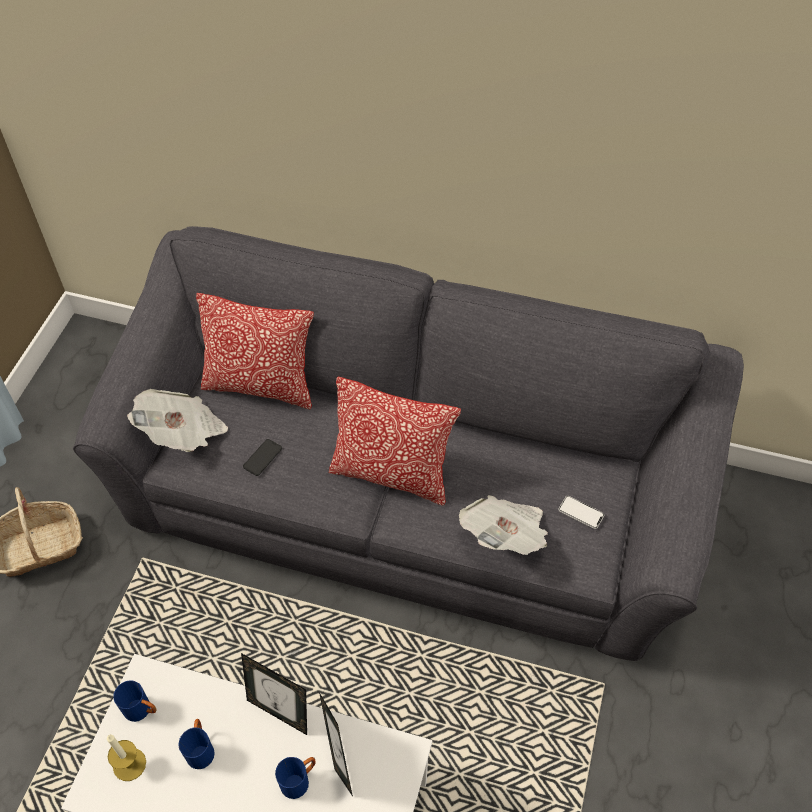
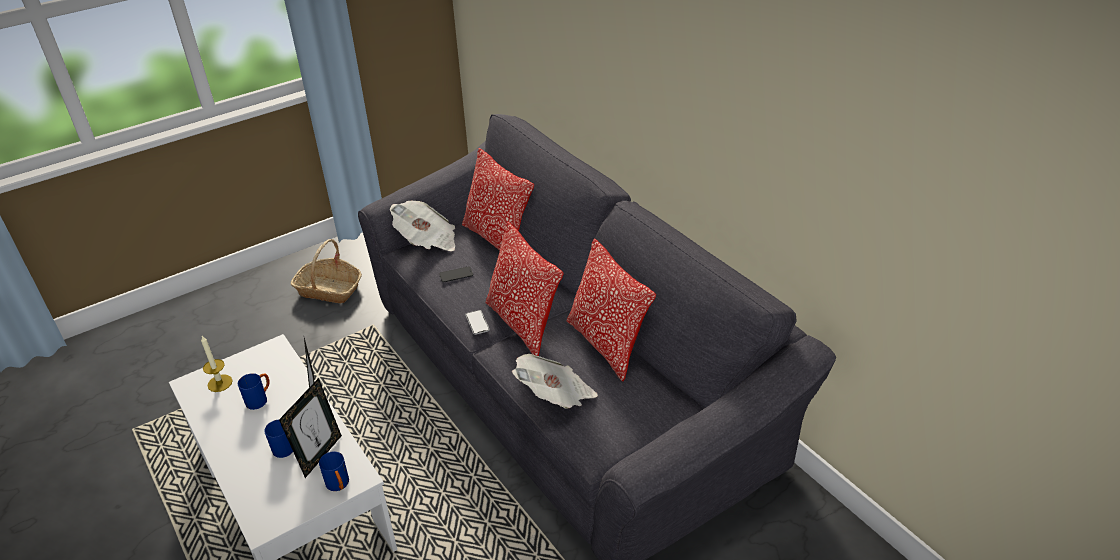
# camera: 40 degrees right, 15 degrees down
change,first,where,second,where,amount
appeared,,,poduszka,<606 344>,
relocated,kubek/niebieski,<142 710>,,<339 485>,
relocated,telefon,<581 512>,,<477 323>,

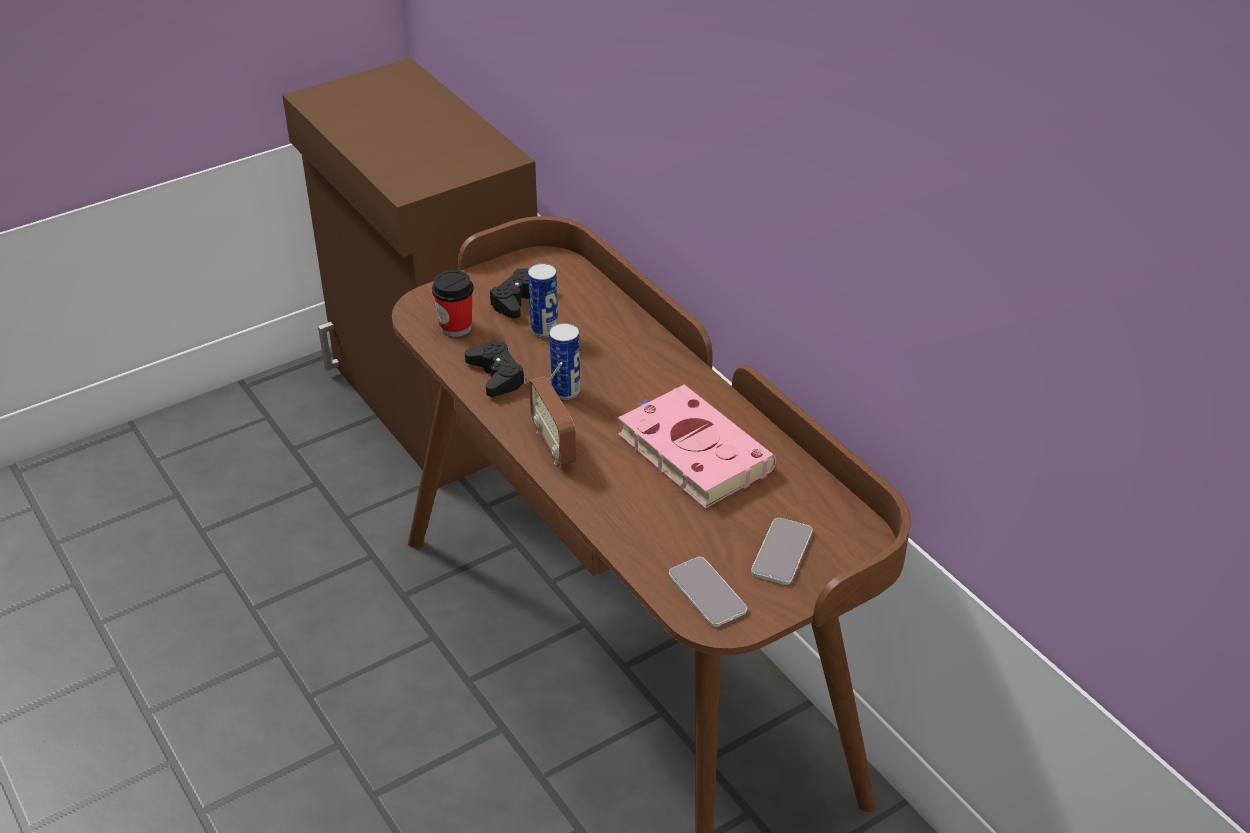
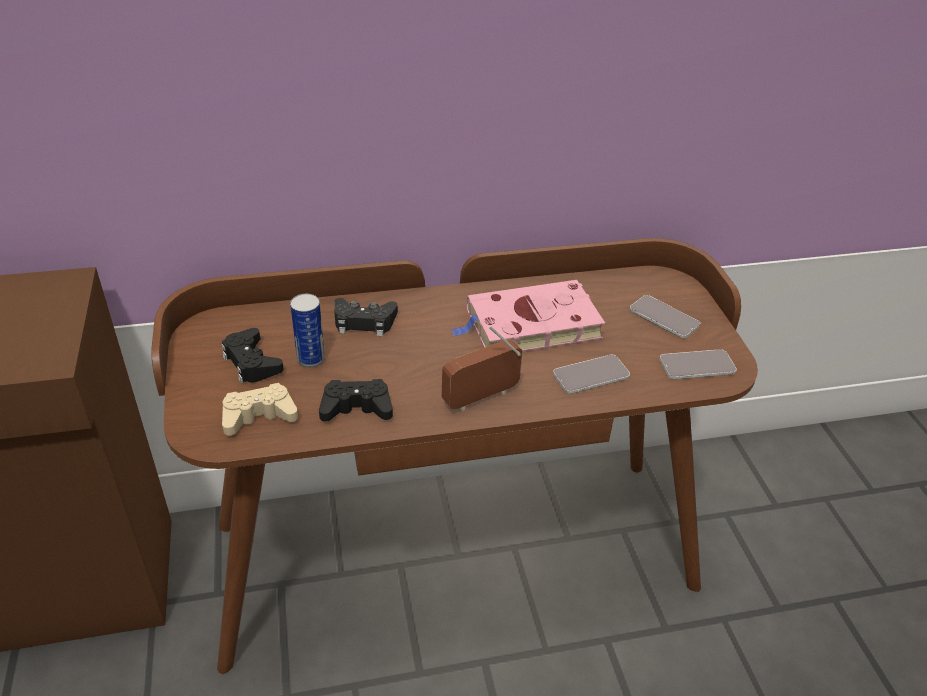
# camera: 70 degrees left, 0 degrees up
change,first,where,second,where,amount
missing,puszka,<566 391>,,,
appeared,,,pad do gier/czarny,<364 322>,
appeared,,,telefon,<591 375>,
exchanged,filiżanka,<456 327>,pad do gier/beżowy,<259 416>,
spun,radio,<554 445>,,<481 398>,150 degrees clockwise

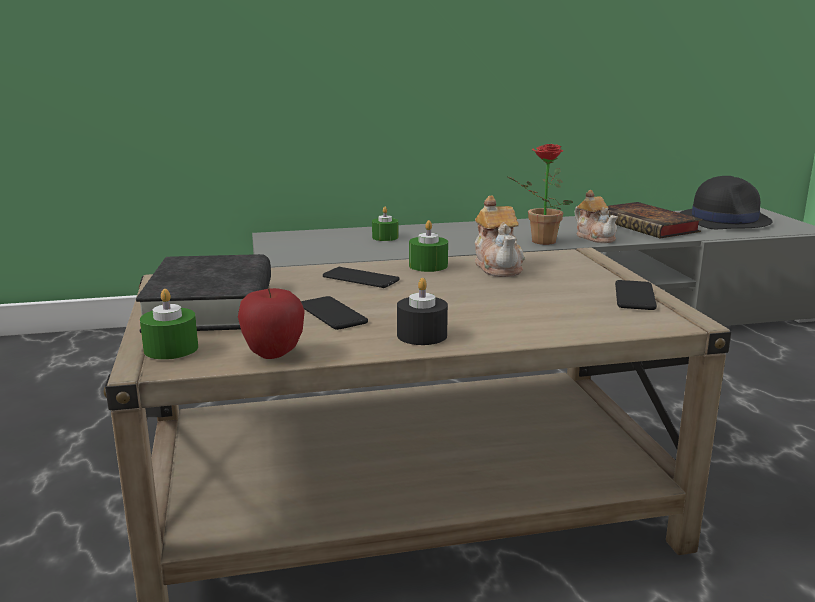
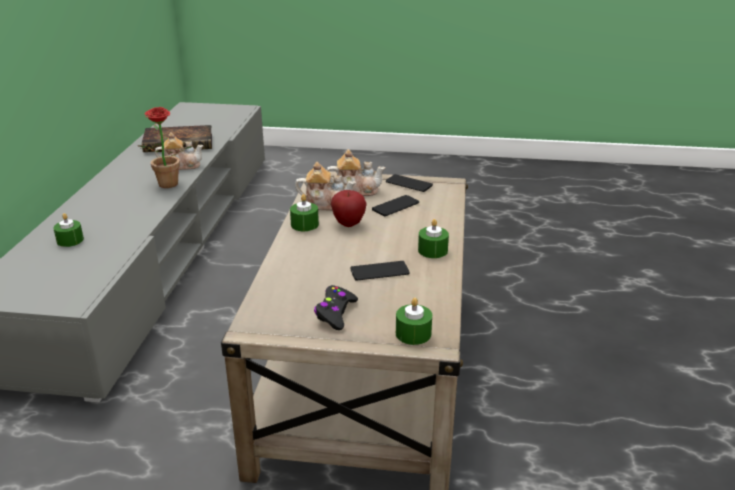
# camera: 70 degrees left, 10 degrees up
change,first,where,second,where,amount
missing,kapelusz/czarny,<724 220>,,,
appeared,,,imbryk,<356 190>,
relocated,jabłko,<273 355>,,<348 224>,
relocated,telefon,<360 278>,,<395 206>,
exchanged,książka/czarny,<211 306>,pad do gier/czarny,<335 313>,
colour,świeca/czarny,<422 335>,świeca/zielony,<432 250>,

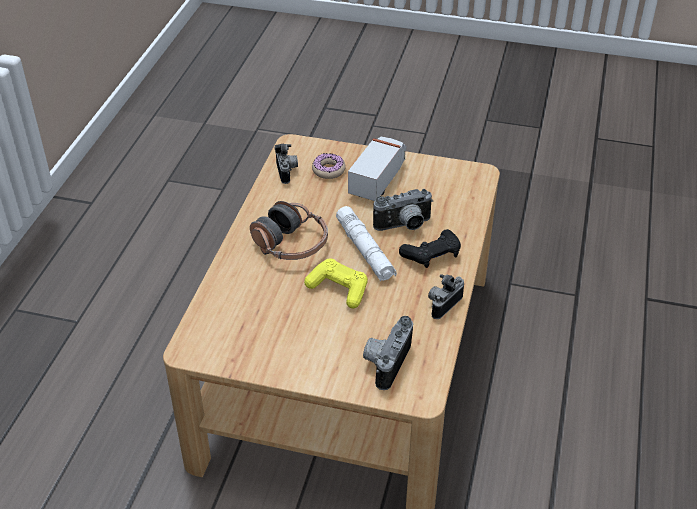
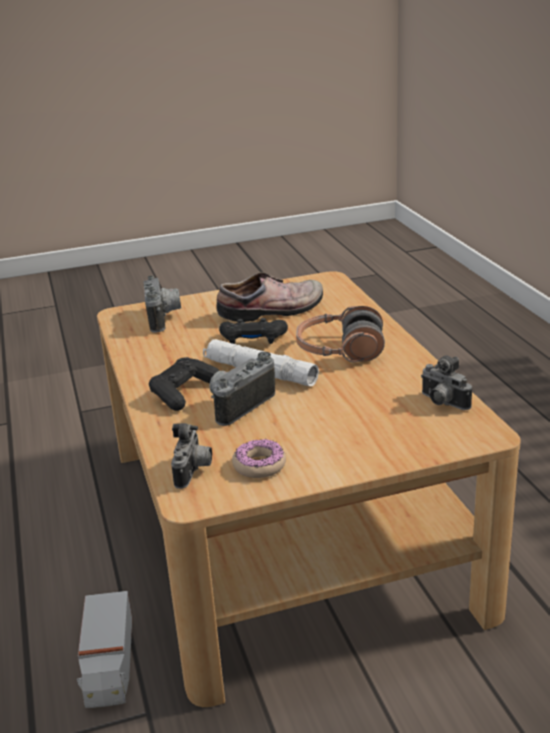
# camera: 150 degrees right, 15 degrees down
change,first,where,second,where,amount
appeared,,,but,<273 311>,
relocated,donut,<328 170>,,<259 465>,
relocated,ciężarówka zabawkowa,<378 179>,,<109 667>,
relocated,aparat fotograficzny,<443 304>,,<194 472>,
colour,pad do gier/żółty,<338 289>,pad do gier/czarny,<253 340>,

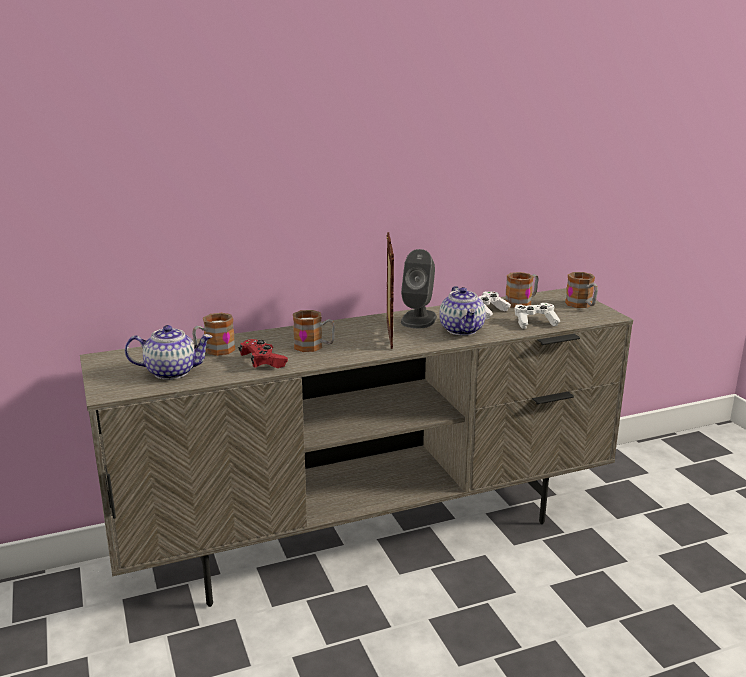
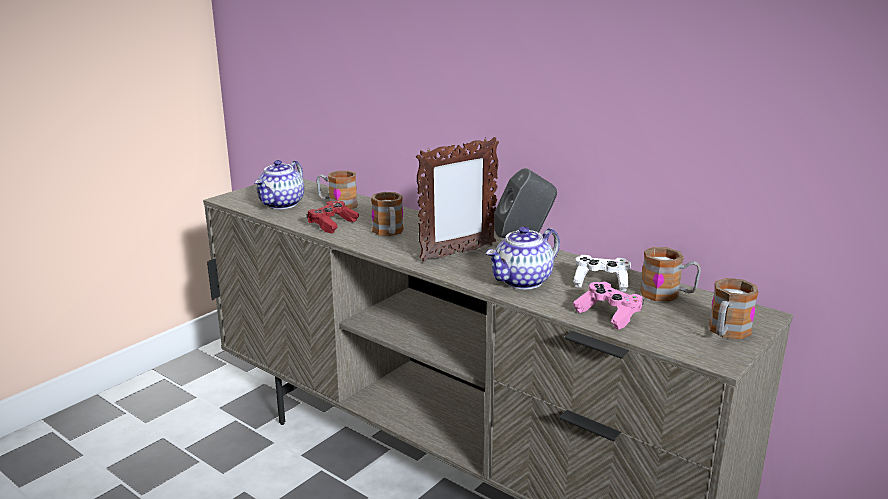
# camera: 60 degrees right, 0 degrees up
change,first,where,second,where,amount
colour,pad do gier/biały,<535 323>,pad do gier/różowy,<608 315>,
spun,imbryk,<172 372>,,<282 204>,60 degrees clockwise

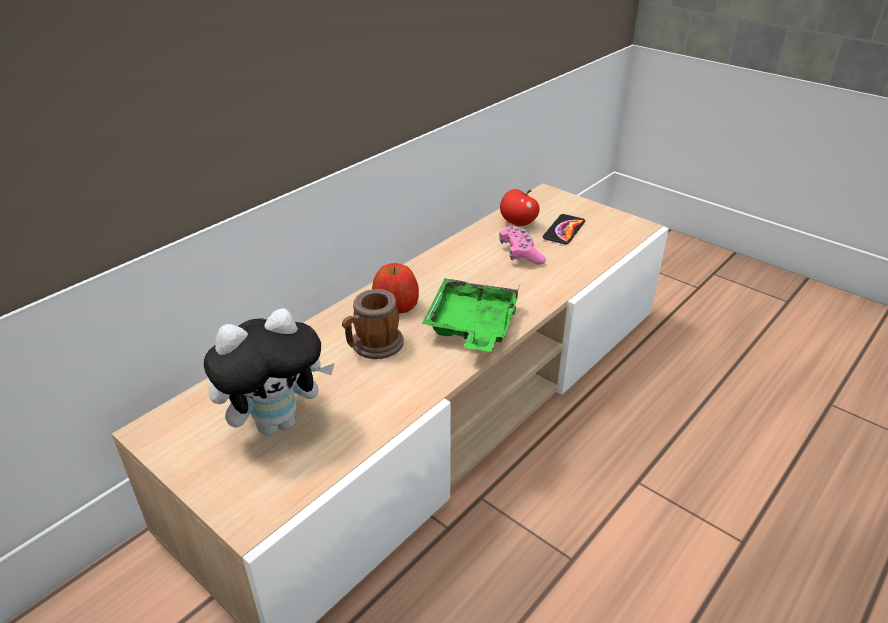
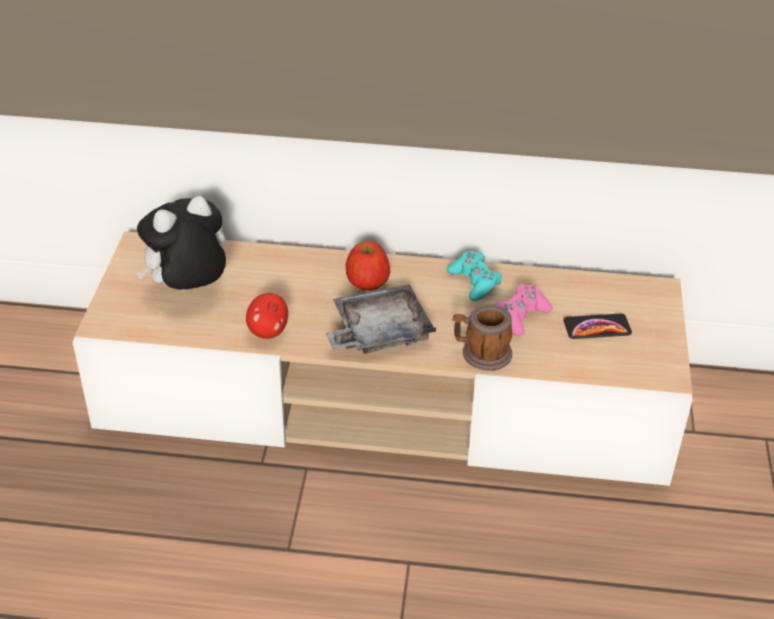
# camera: 55 degrees right, 5 degrees up
change,first,where,second,where,amount
appeared,,,pad do gier/turkusowy,<474 282>,
relocated,kubek,<373 346>,,<481 353>,
relocated,jabłko,<518 223>,,<268 332>,
colour,taca/zielony,<471 326>,taca/szary,<379 332>,
spun,pluszak,<277 422>,,<189 290>,120 degrees clockwise

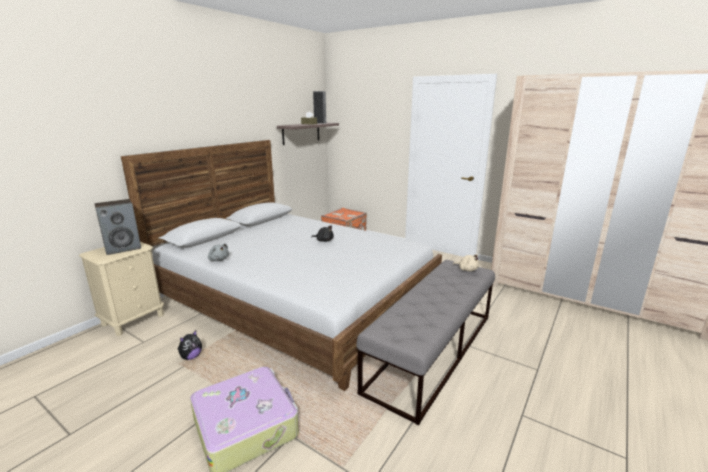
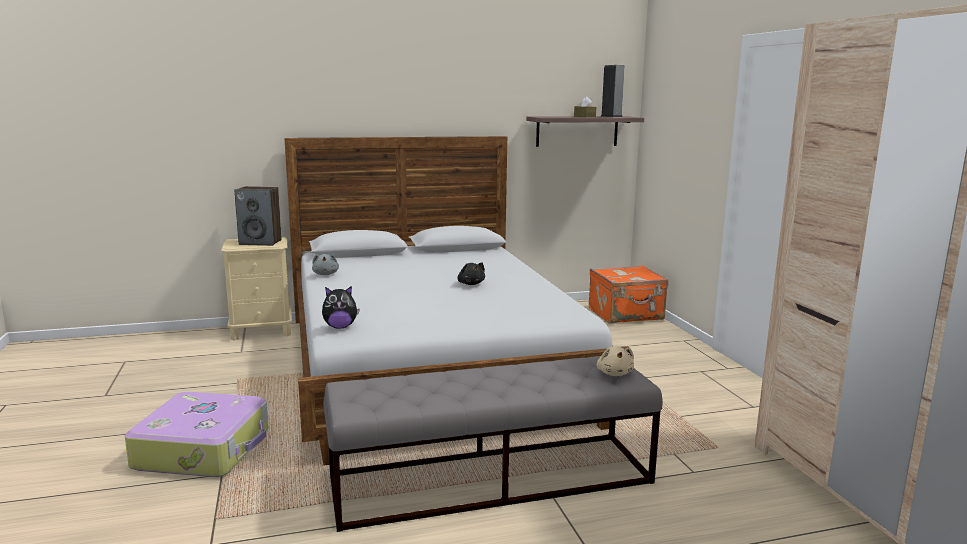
# camera: 40 degrees right, 5 degrees down
change,first,where,second,where,amount
relocated,pluszak,<191 357>,,<340 327>,

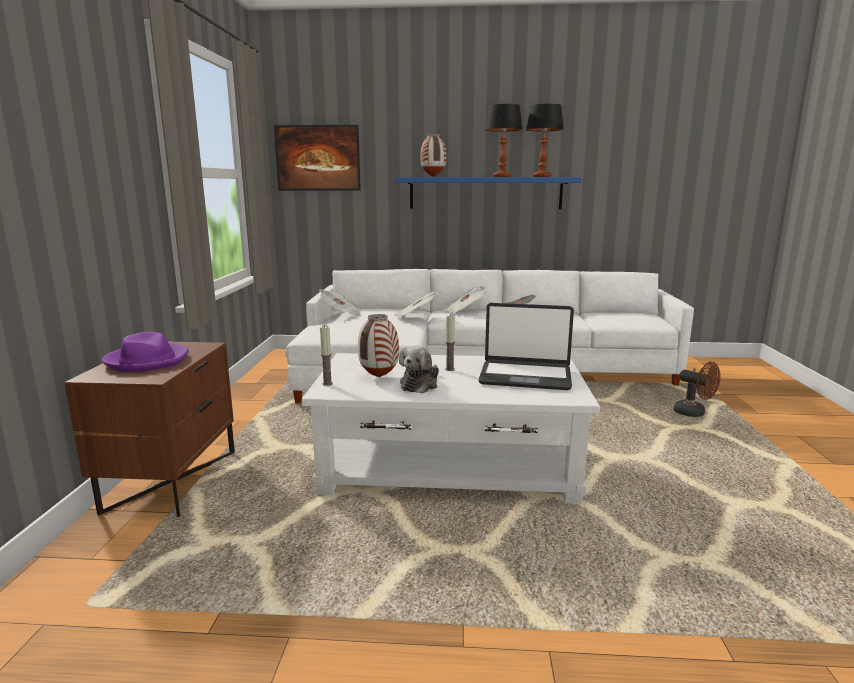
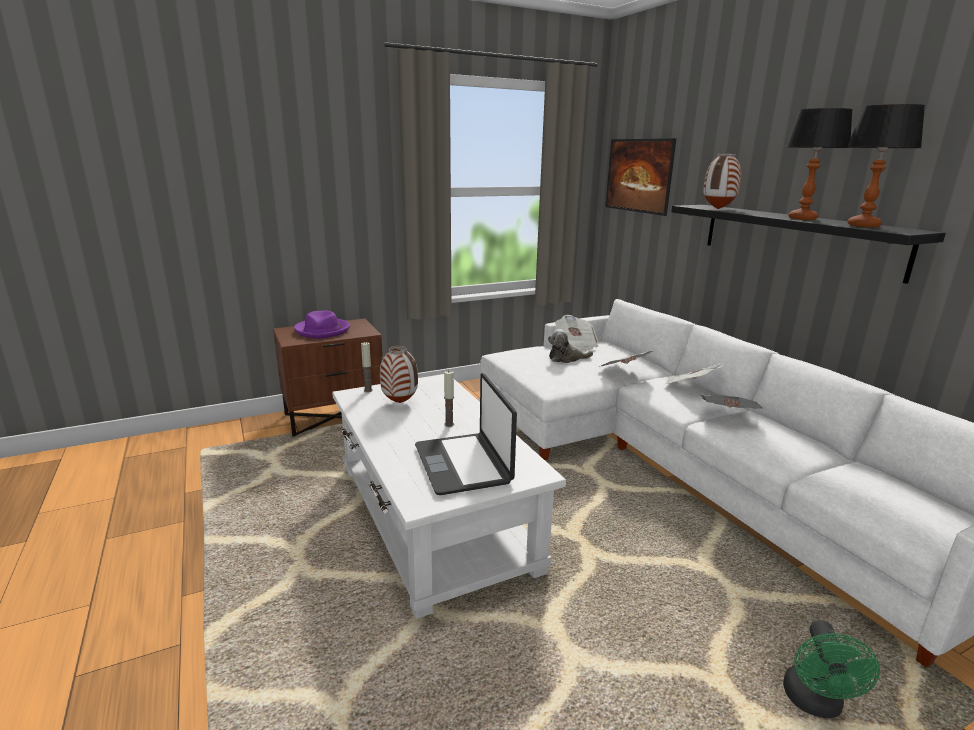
# camera: 60 degrees right, 5 degrees up
change,first,where,second,where,amount
relocated,pluszak,<420 384>,,<566 358>,
colour,półka/niebieski,<485 193>,półka/czarny,<796 238>,
colour,wentylator/brązowy,<694 413>,wentylator/zielony,<815 704>,

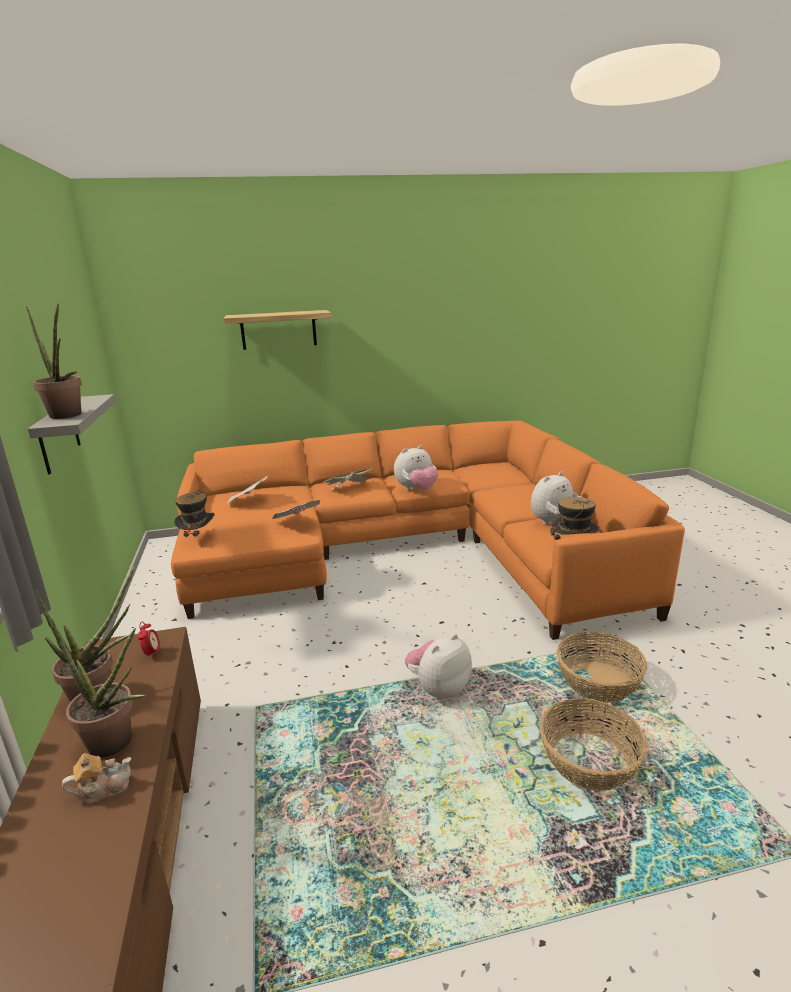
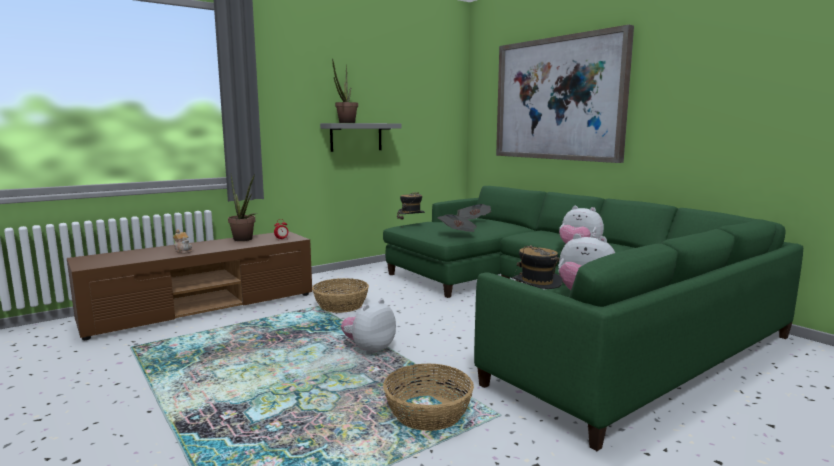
# camera: 65 degrees right, 10 degrees down
change,first,where,second,where,amount
missing,roślina doniczkowa,<117 745>,,,
missing,książka,<349 488>,,,
relocated,koszyk,<588 760>,,<341 305>,
exchanged,półka,<278 330>,obraz,<558 99>,
colour,kanapa/pomarańczowy,<408 551>,kanapa/zielony,<559 308>,
spun,pluszak,<438 688>,,<369 349>,75 degrees counterclockwise

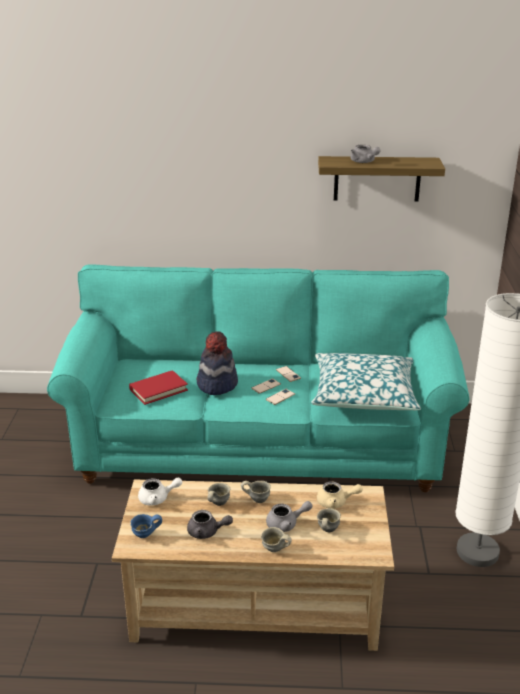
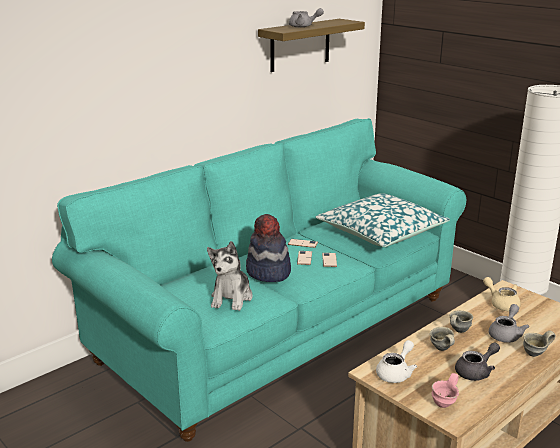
# camera: 45 degrees left, 5 degrees down
change,first,where,second,where,amount
missing,kubek/szary,<326 530>,,,
exchanged,książka/czerwony,<158 390>,pluszak,<232 298>,
colour,kubek/niebieski,<146 536>,kubek/różowy,<446 404>,
spun,imbryk/beżowy,<336 502>,,<501 304>,90 degrees counterclockwise

